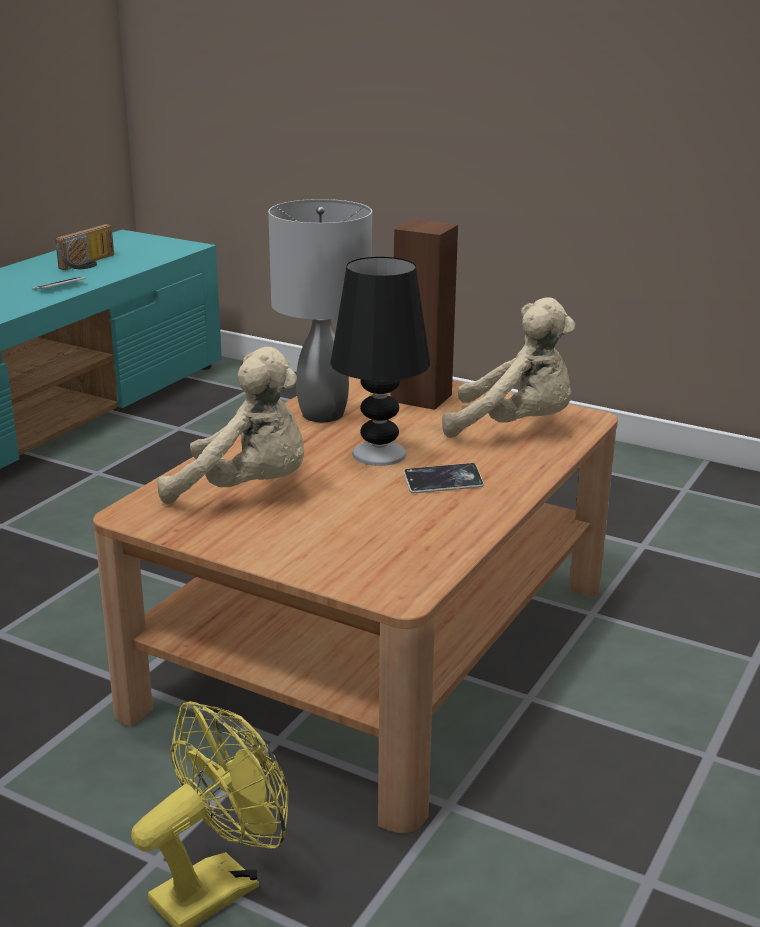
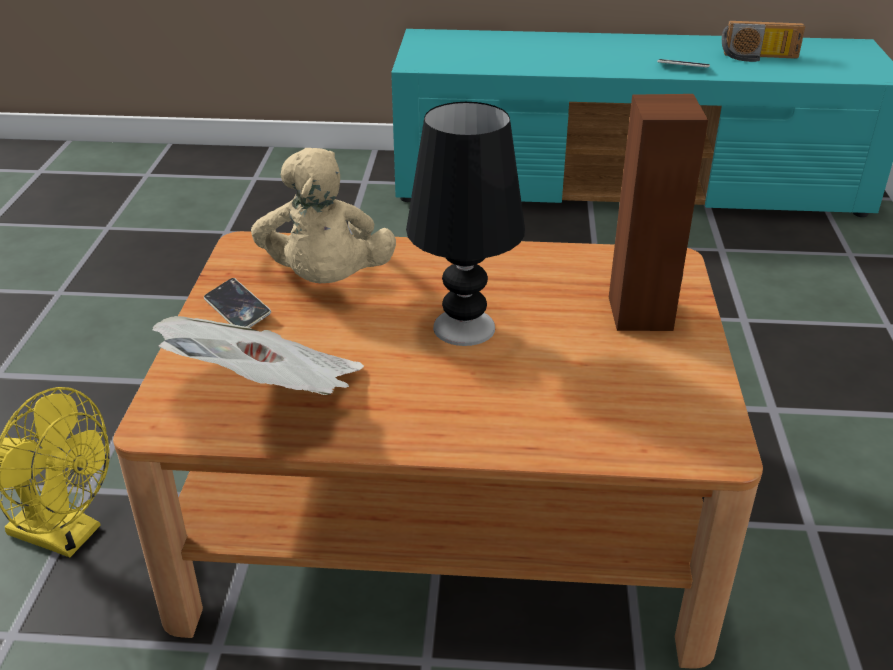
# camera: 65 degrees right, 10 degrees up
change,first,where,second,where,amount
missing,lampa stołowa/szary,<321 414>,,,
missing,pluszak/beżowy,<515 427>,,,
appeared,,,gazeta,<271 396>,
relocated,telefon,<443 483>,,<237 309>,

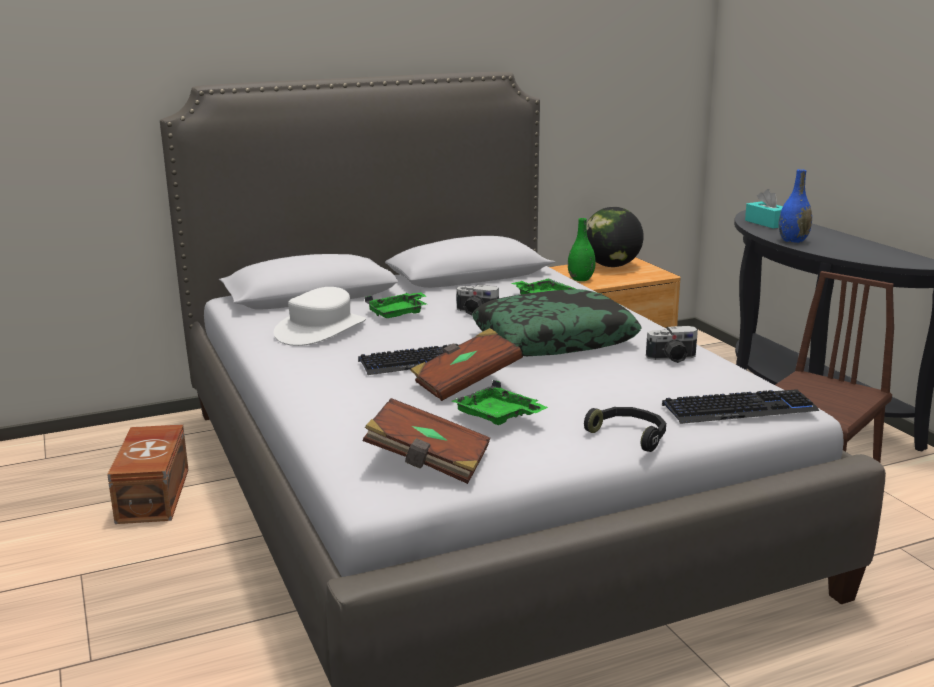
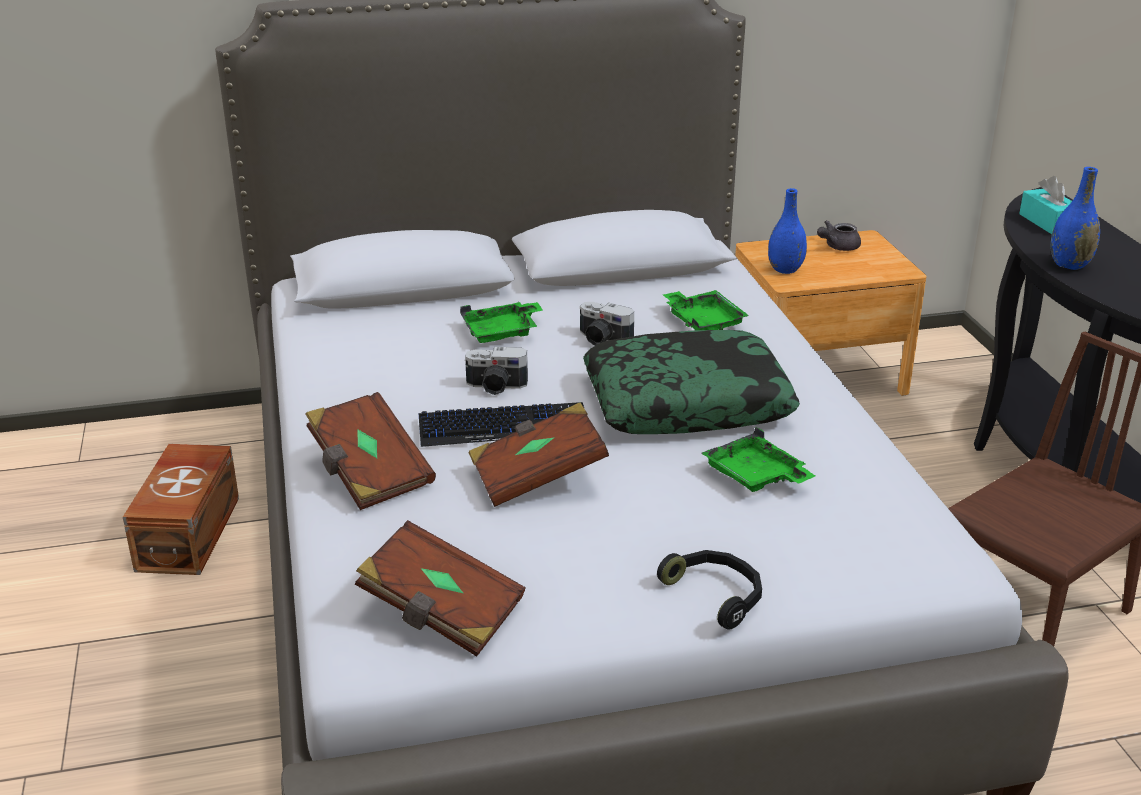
# camera: 10 degrees right, 10 degrees up
change,first,where,second,where,amount
missing,kapelusz/biały,<321 330>,,,
missing,klawiatura,<739 409>,,,
appeared,,,książka/brązowy,<369 472>,
relocated,taca/zielony,<498 416>,,<755 476>,
relocated,aparat fotograficzny,<672 358>,,<496 387>,
exchanged,globus,<611 266>,imbryk/szary,<837 247>,
colour,wazon/zielony,<581 279>,wazon/niebieski,<785 269>,

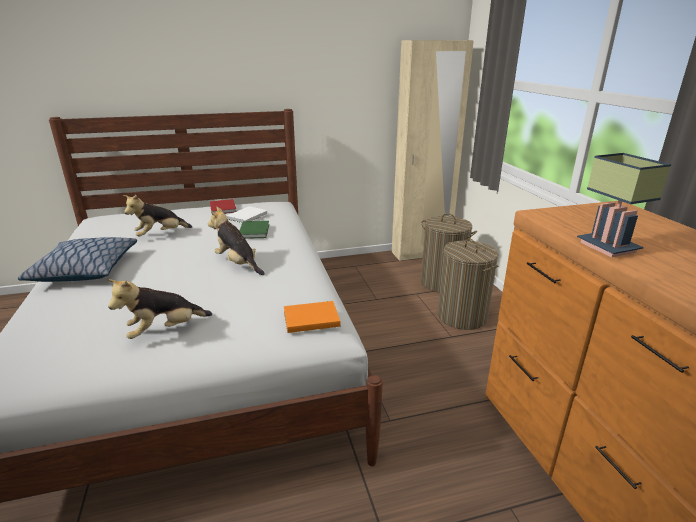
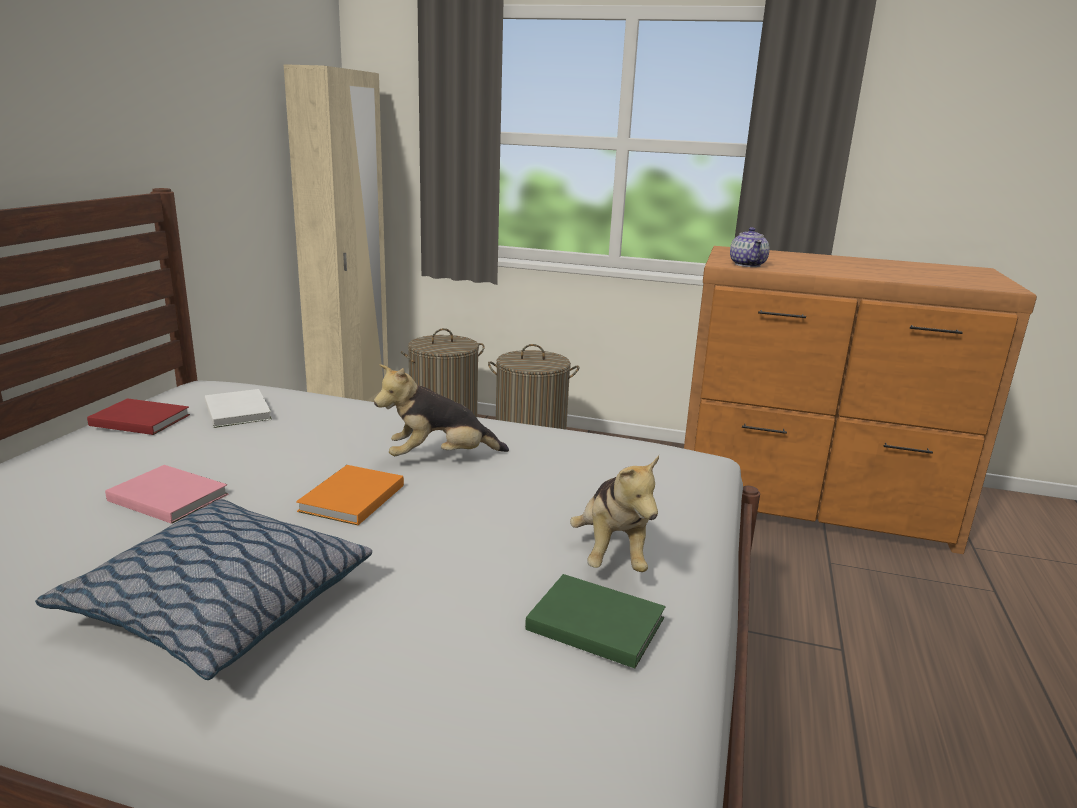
# camera: 60 degrees left, 5 degrees down
change,first,where,second,where,amount
missing,lampa stołowa,<611 247>,,,
appeared,,,imbryk,<747 264>,
relocated,książka/zielony,<255 231>,,<593 621>,
relocated,książka/pomarańczowy,<309 318>,,<349 499>,
exchanged,pluszak,<160 235>,książka/różowy,<168 496>,

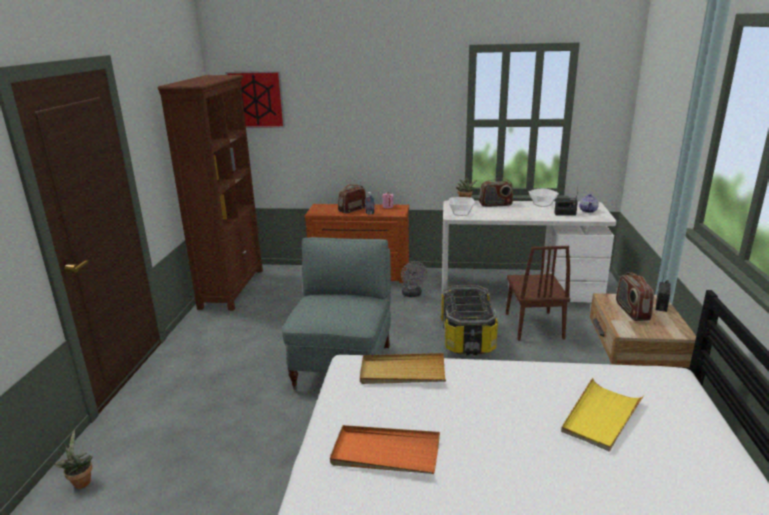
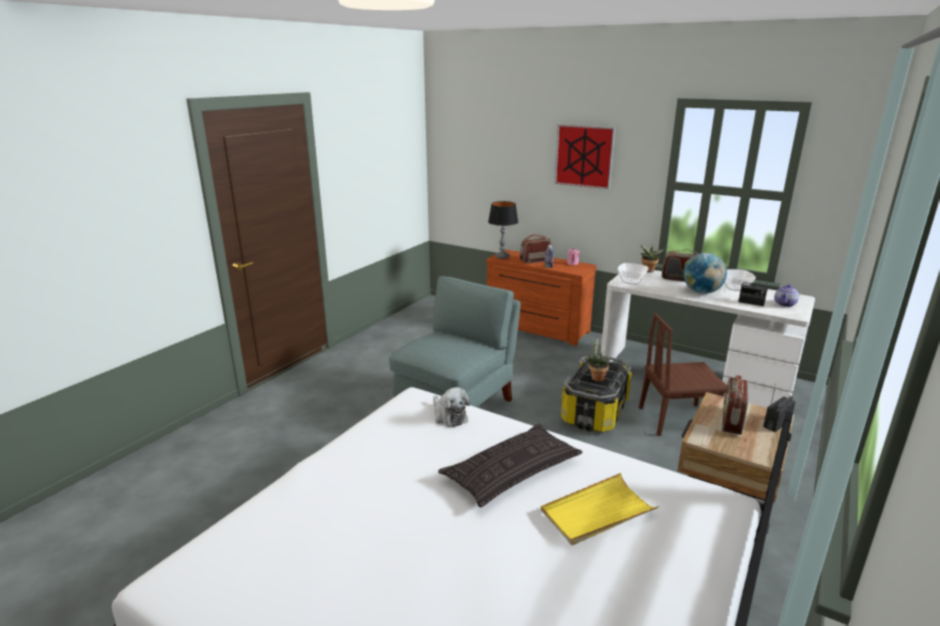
# camera: 25 degrees right, 0 degrees up
change,first,where,second,where,amount
missing,regał/brązowy,<232 288>,,,
missing,taca/pomarańczowy,<385 453>,,,
missing,wentylator/szary,<413 295>,,,
appeared,,,poduszka,<512 471>,
appeared,,,lampa stołowa,<502 257>,
appeared,,,globus,<701 292>,
relocated,roślina doniczkowa,<81 482>,,<596 377>,
relocated,obraz,<256 99>,,<584 156>,
exchanged,taca/beżowy,<402 372>,pluszak,<449 416>,
spun,krzesło/brązowy,<534 325>,,<678 419>,60 degrees clockwise

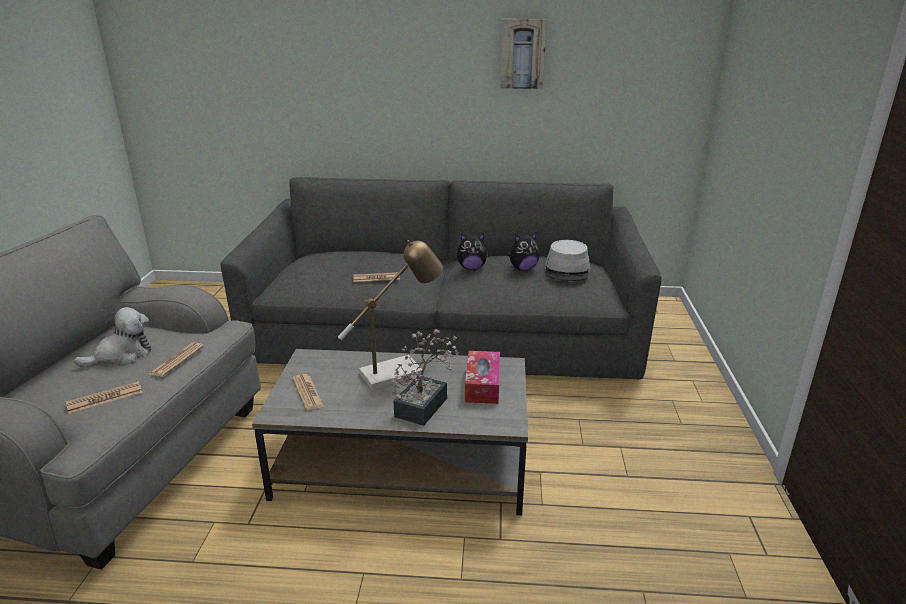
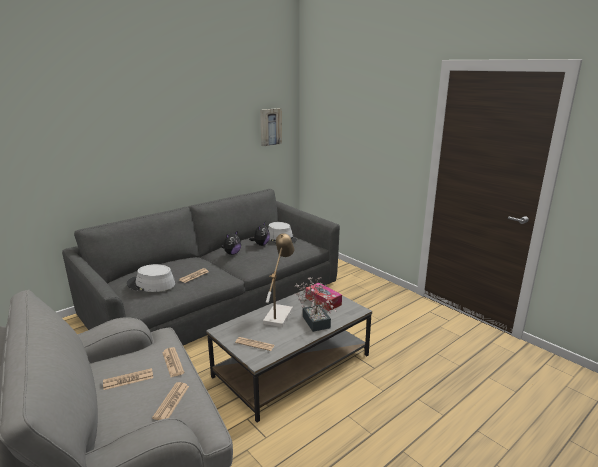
# camera: 45 degrees left, 5 degrees down
change,first,where,second,where,amount
appeared,,,kapelusz/szary,<151 284>,
relocated,obraz,<522 54>,,<270 127>,
exchanged,pluszak,<122 355>,gazeta,<128 379>,

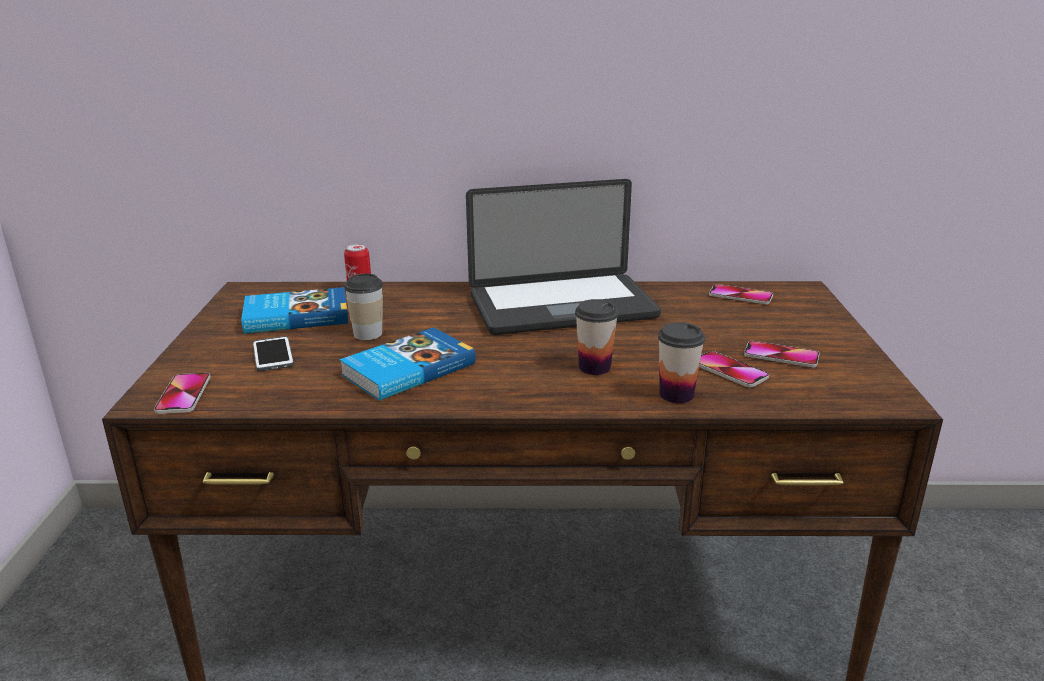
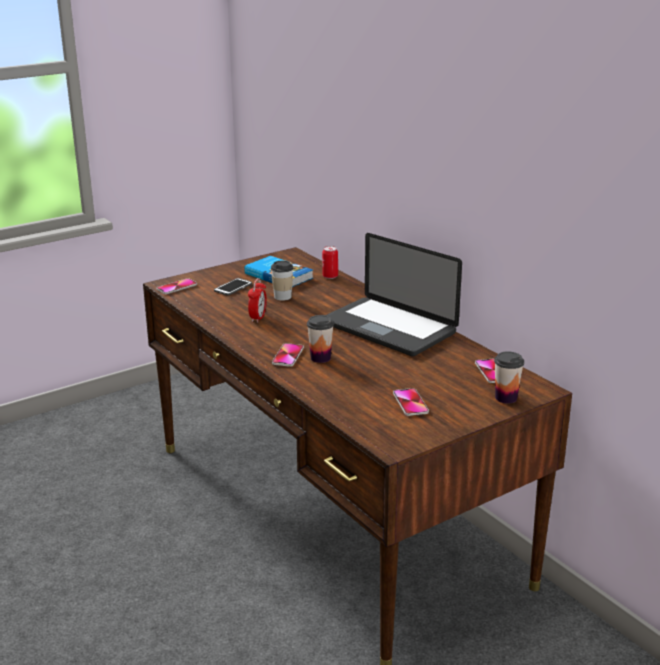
# camera: 55 degrees right, 0 degrees up
change,first,where,second,where,amount
relocated,filiżanka,<676 395>,,<506 398>,
relocated,telefon,<729 371>,,<288 356>,
exchanged,książka,<407 369>,budzik,<258 318>,

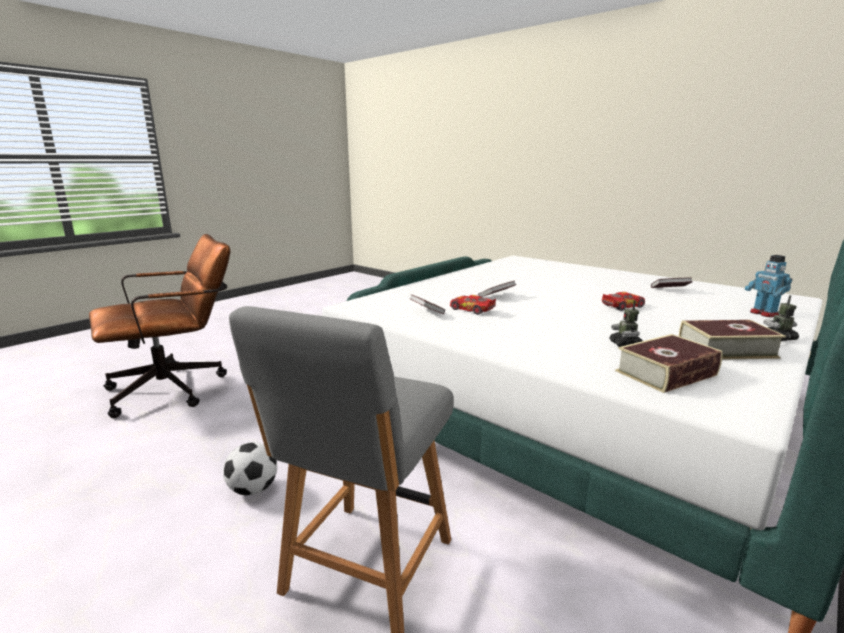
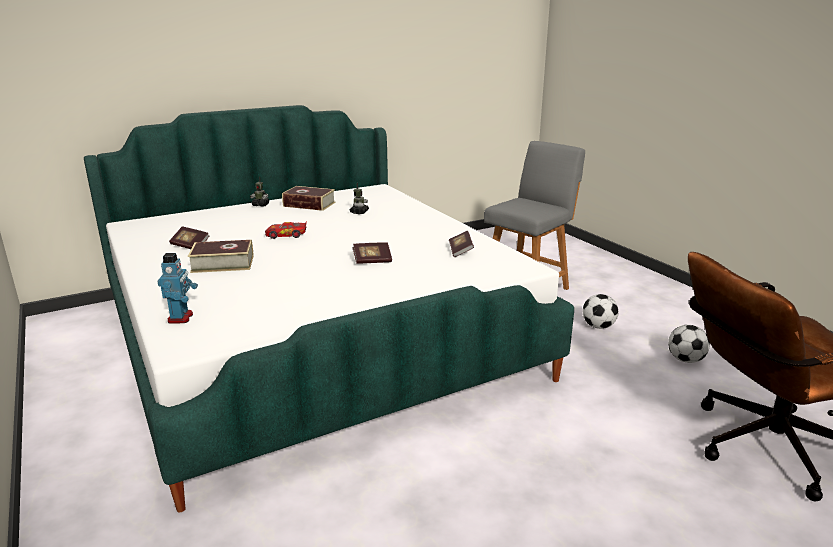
# camera: 160 degrees left, 5 degrees up
change,first,where,second,where,amount
missing,samochodzik,<471 310>,,,
appeared,,,piłka futbolowa,<685 360>,
relocated,książka,<666 373>,,<223 264>,
relocated,robot zabawkowy,<763 313>,,<181 318>,

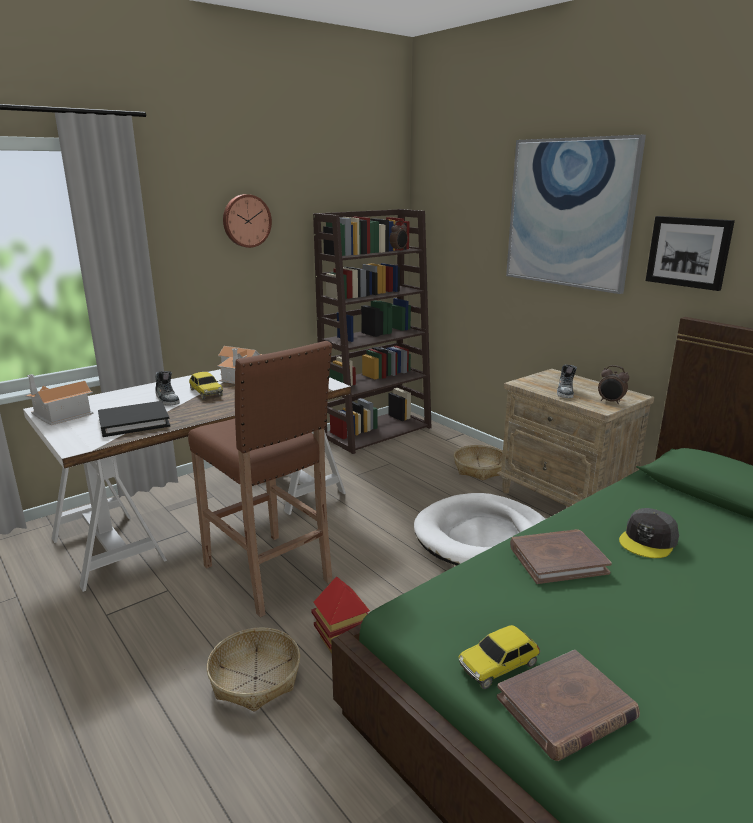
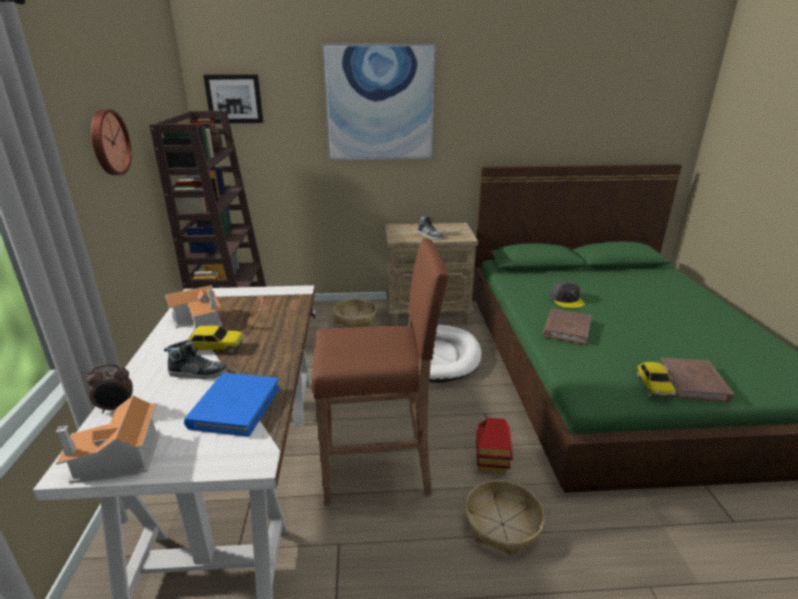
# camera: 55 degrees left, 5 degrees up
change,first,where,second,where,amount
relocated,budzik,<610 402>,,<116 408>,
relocated,obraz,<688 252>,,<234 99>,
colour,książka/czarny,<134 422>,książka/niebieski,<234 407>,

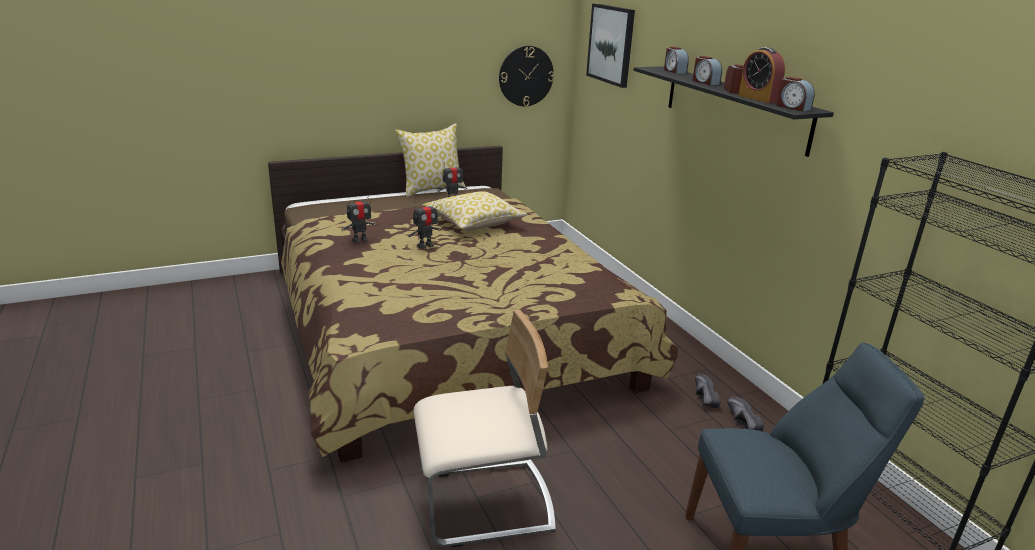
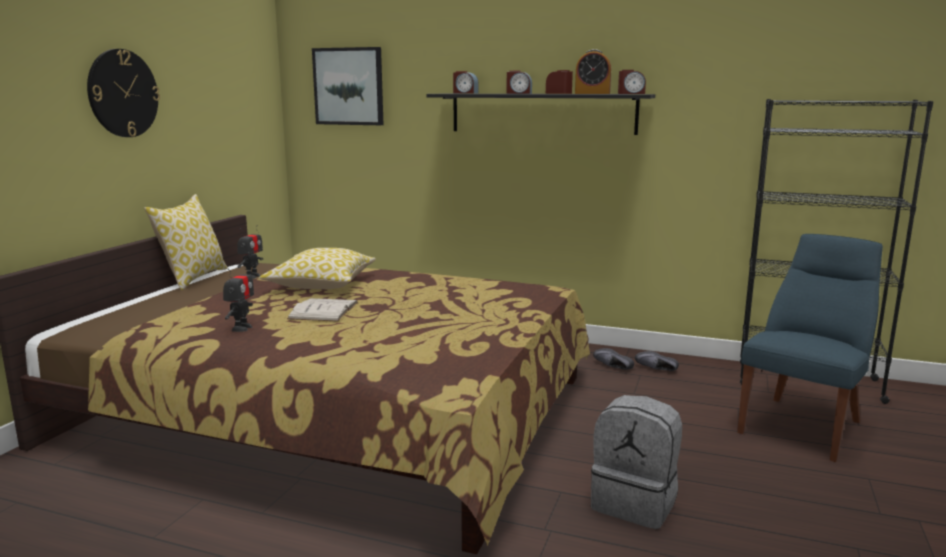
# camera: 45 degrees left, 10 degrees down
change,first,where,second,where,amount
relocated,zegar ścienny,<526 76>,,<123 93>,
exchanged,robot zabawkowy,<425 245>,książka/biały,<324 310>,
exchanged,krzesło/beżowy,<485 504>,plecak/szary,<635 503>,

